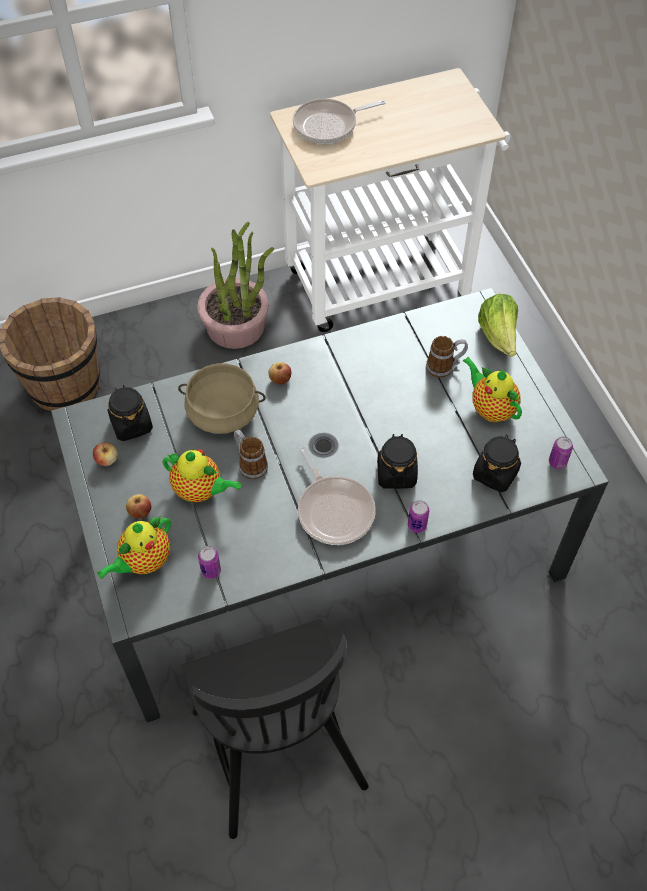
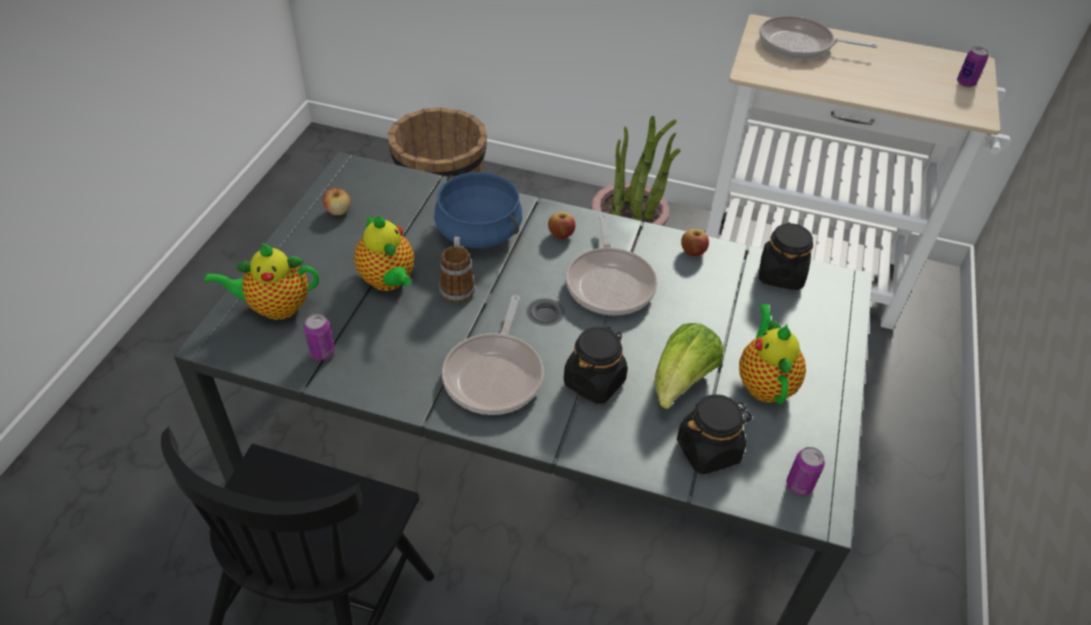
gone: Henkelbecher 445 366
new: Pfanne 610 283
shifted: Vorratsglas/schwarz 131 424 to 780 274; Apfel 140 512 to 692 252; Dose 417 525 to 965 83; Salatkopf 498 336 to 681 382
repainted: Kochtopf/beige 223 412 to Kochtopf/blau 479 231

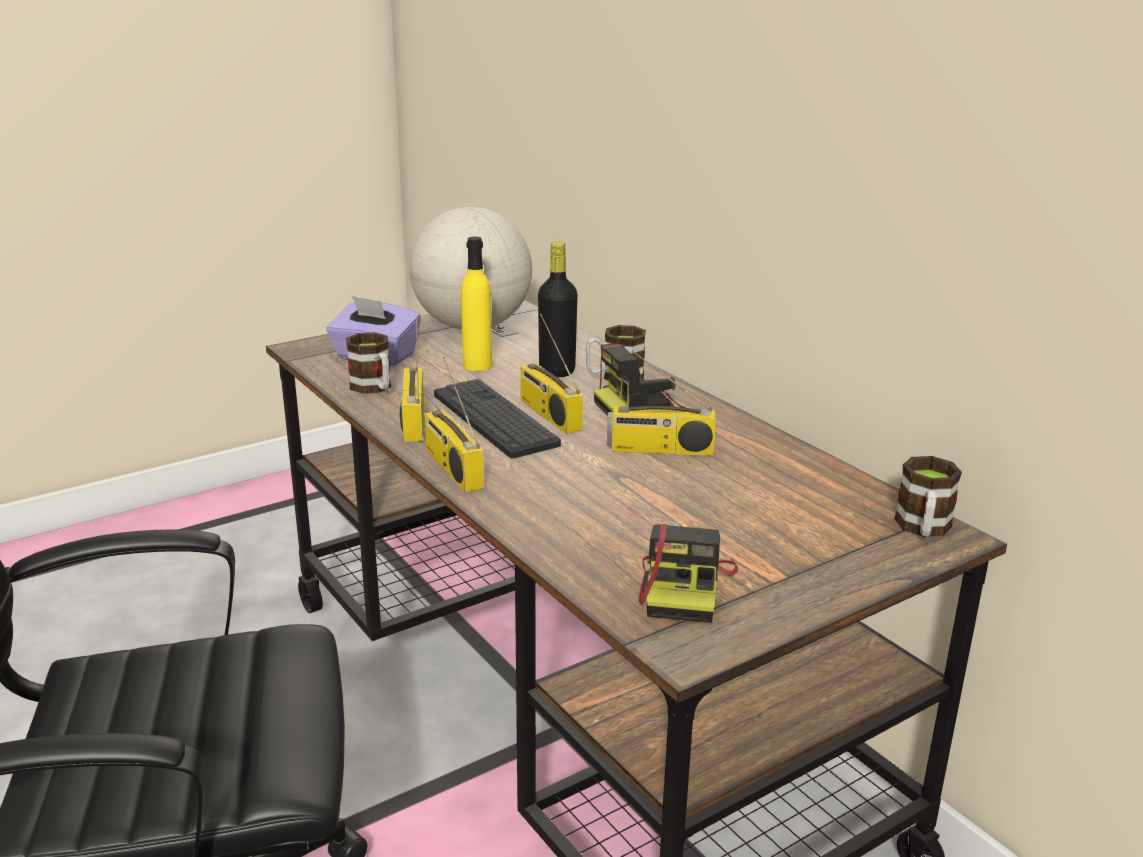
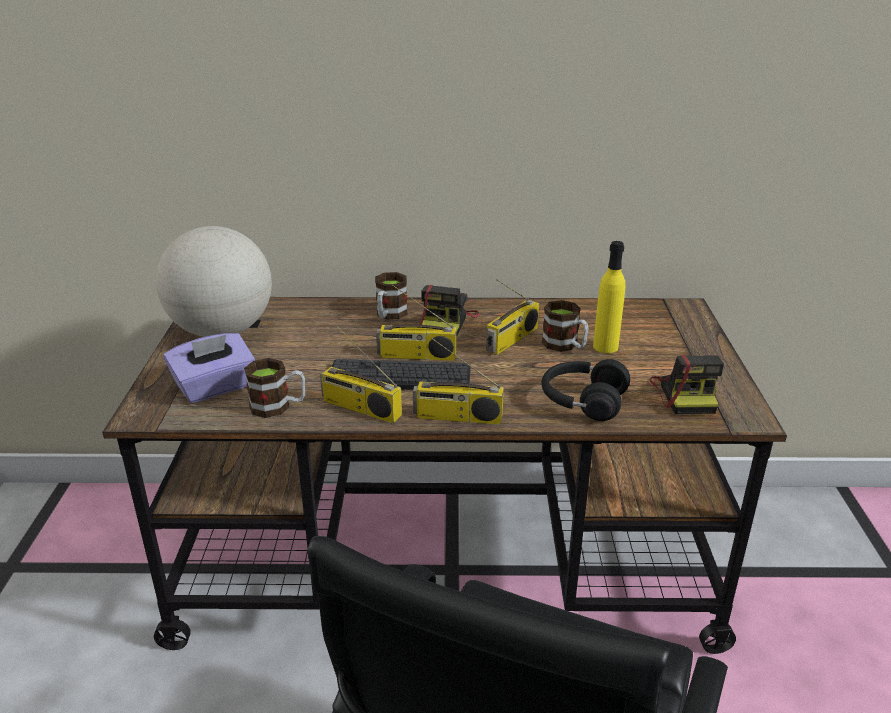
gone: Flasche/schwarz 557 371
new: Kopfhörer/schwarz 581 402
shifted: Flasche/gelb 477 365 to 605 347; Henkelbecher 923 529 to 565 346
rotated: Kamera 685 588 = 685 394 45 degrees clockwise

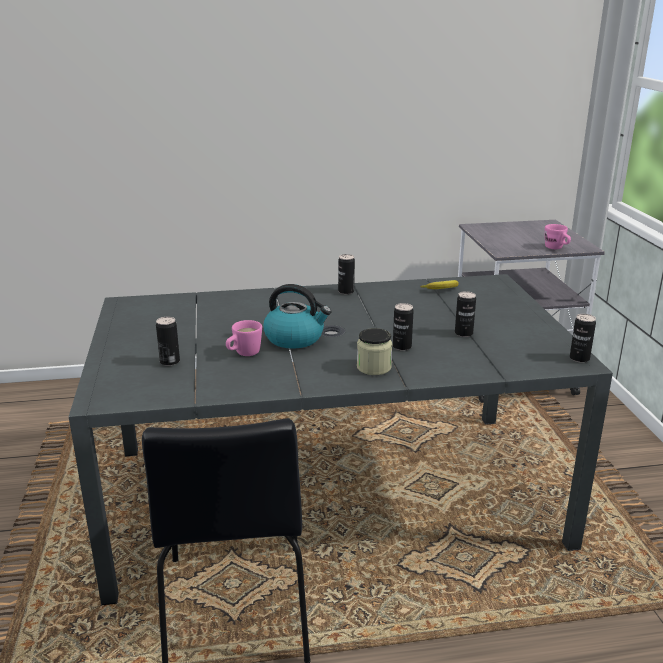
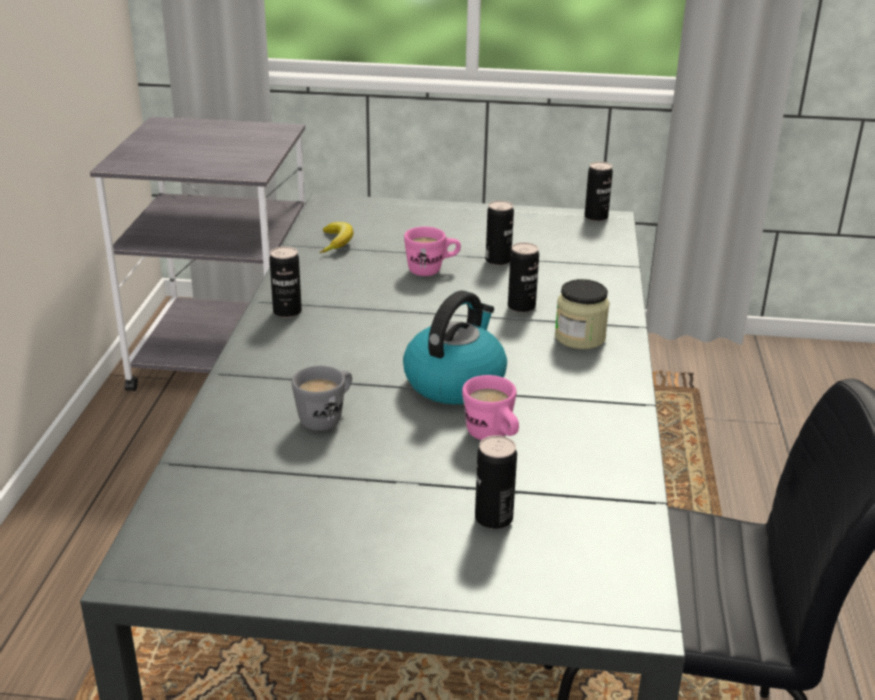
new: Henkelbecher/grau 327 417
shifted: Henkelbecher/rosa 556 248 to 432 270

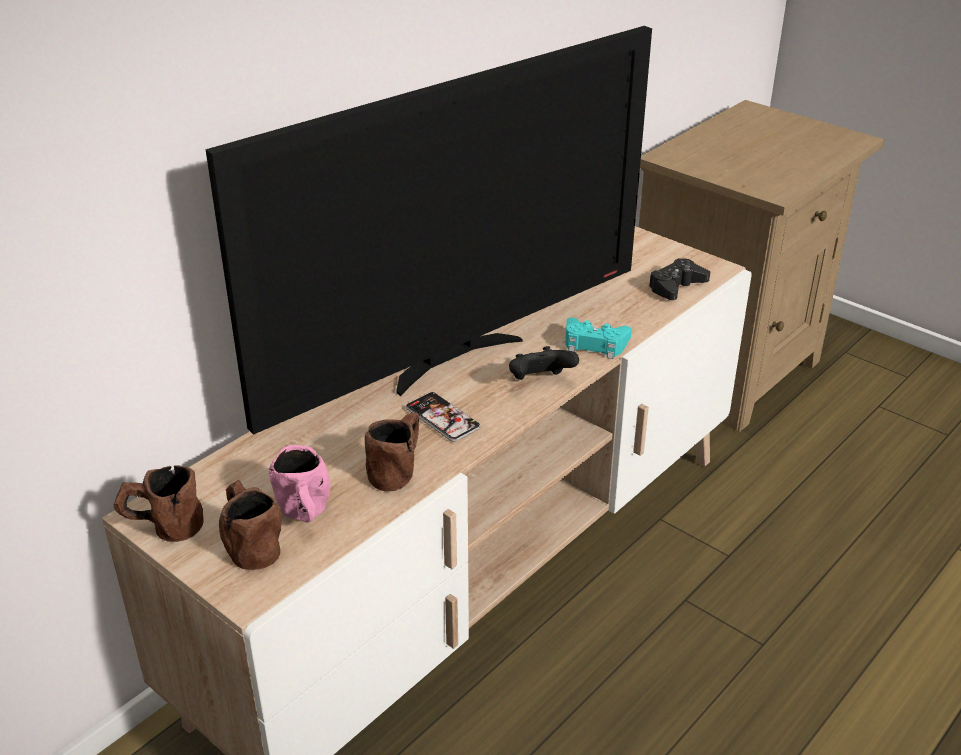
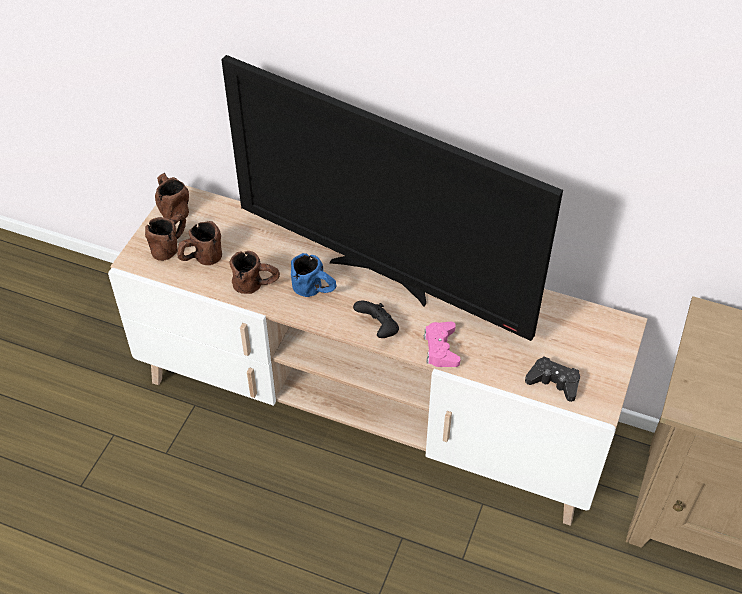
swapped: Handy 442 418 to Henkelbecher/blau 315 290
repainted: Henkelbecher/rosa 306 515 to Henkelbecher/braun 201 259; Gamepad/türkis 595 344 to Gamepad/rosa 441 348

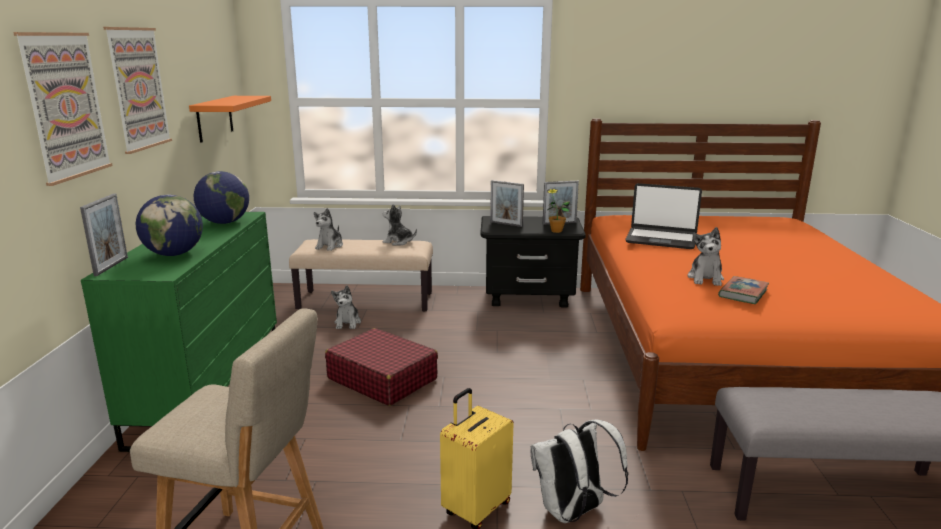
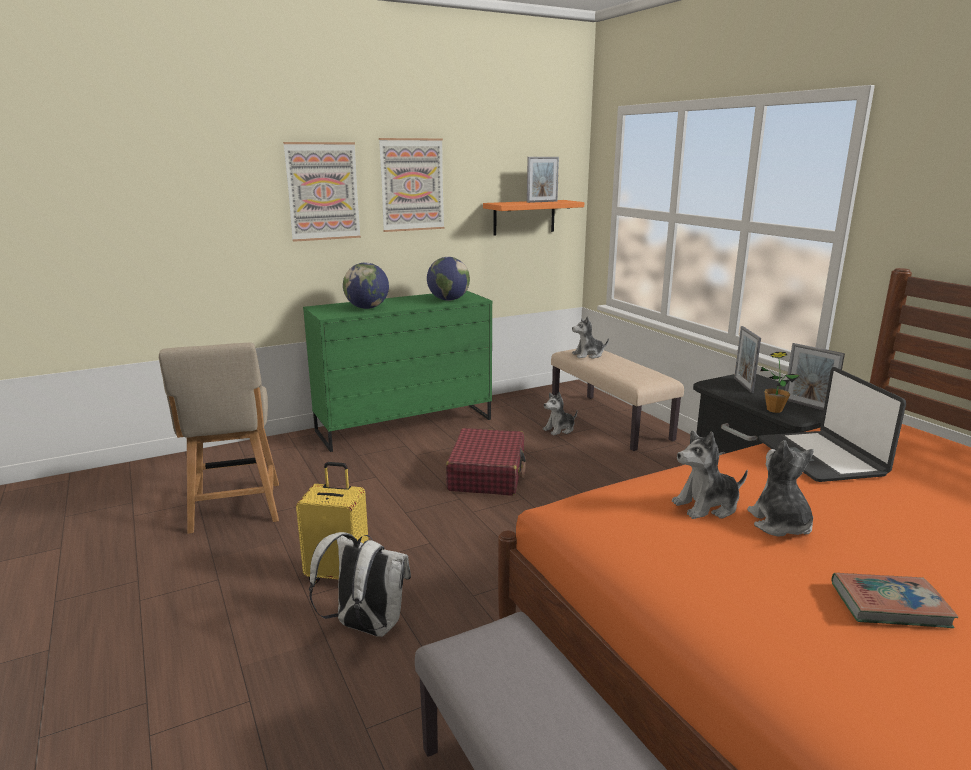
shifted: Bilderrahmen 111 266 to 542 202; Plüschtier 398 242 to 780 524; Buch 743 293 to 889 605

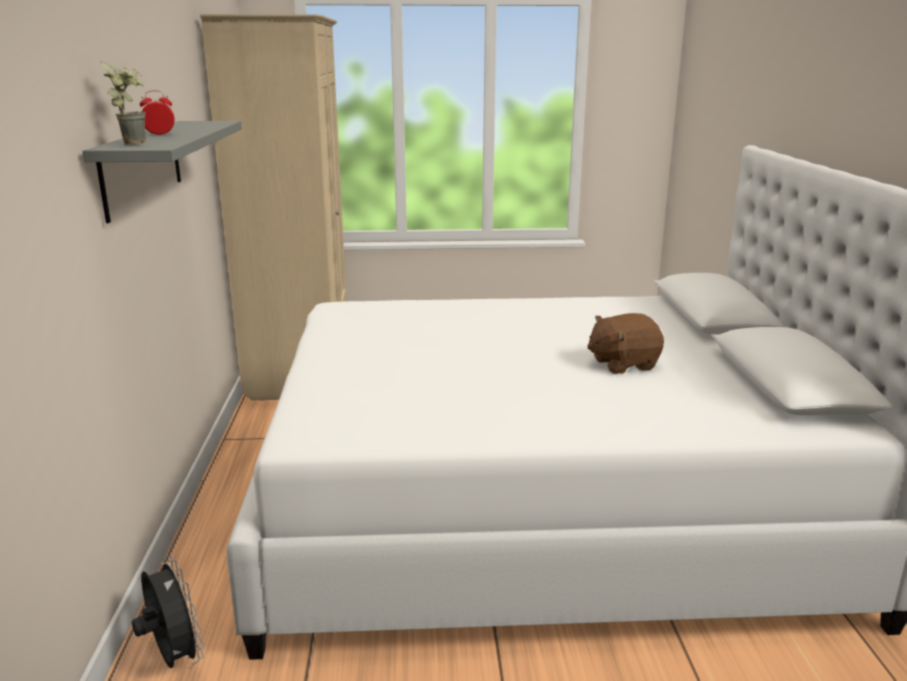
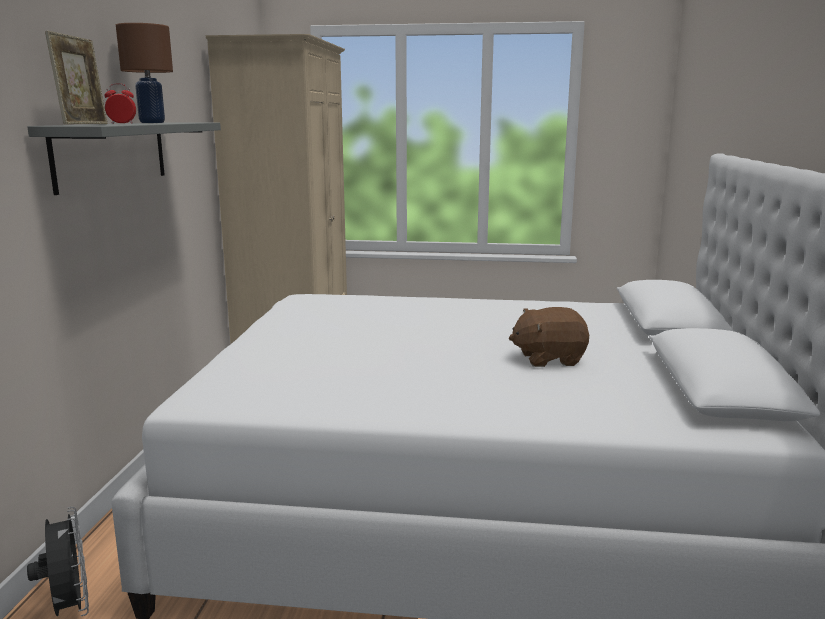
new: Tischlampe/braun 153 122
swapped: Topfpflanze 135 143 to Bilderrahmen 84 124

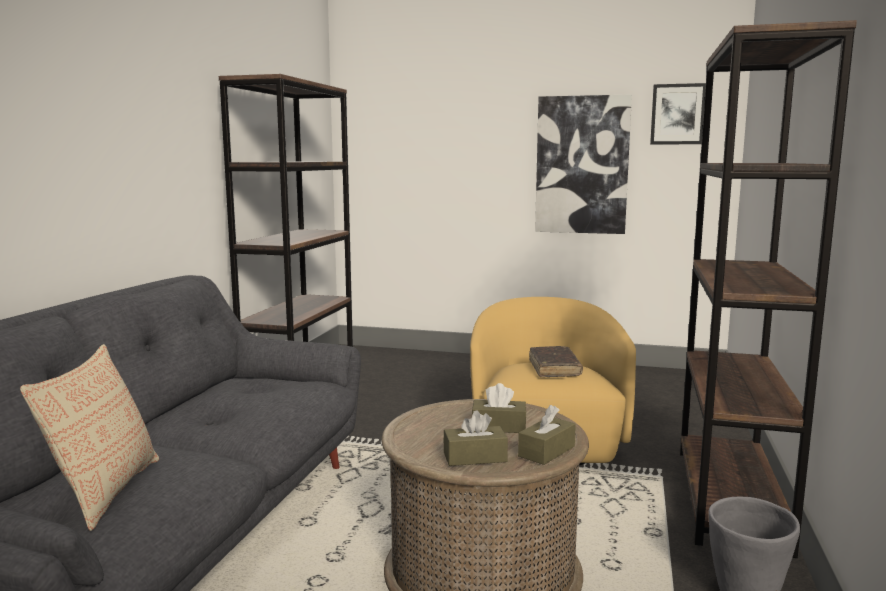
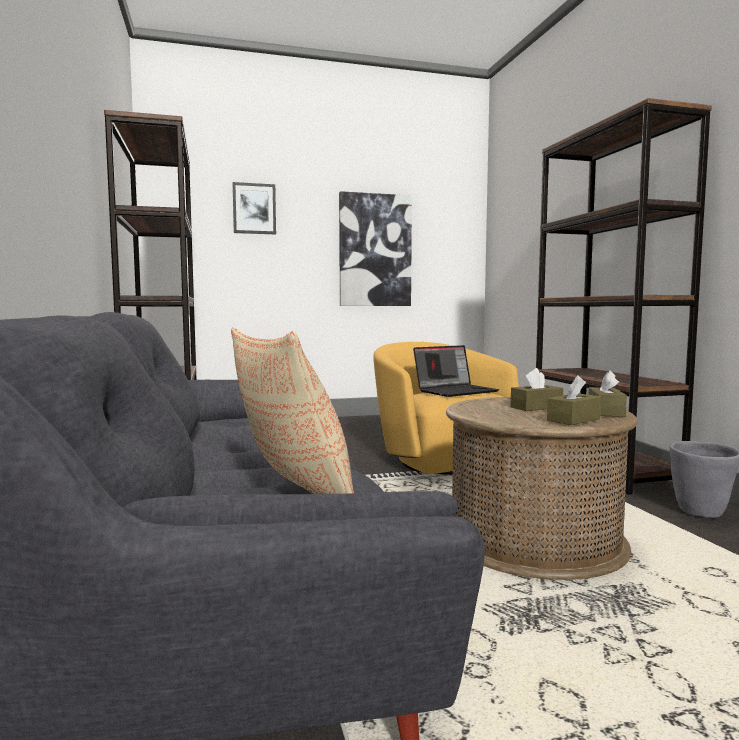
shifted: Bild 677 114 to 254 209
swapped: Buch/braun 554 368 to Laptop 456 391

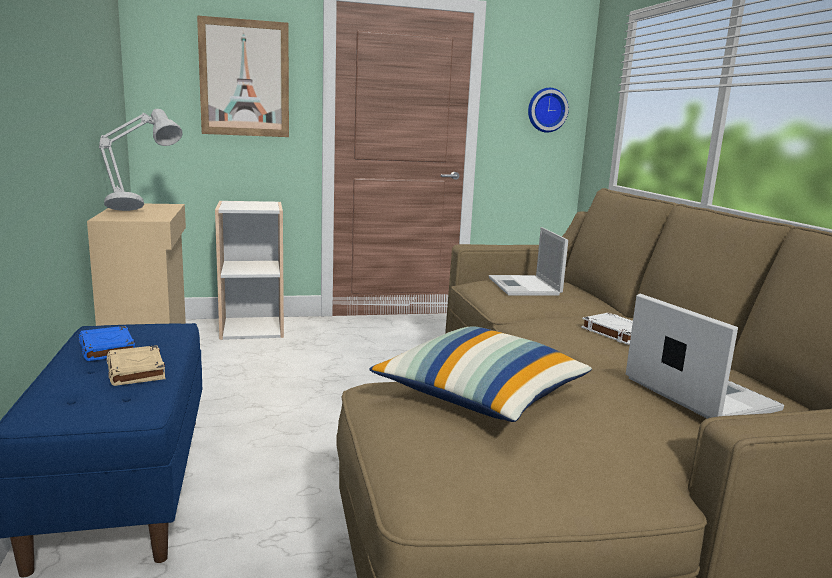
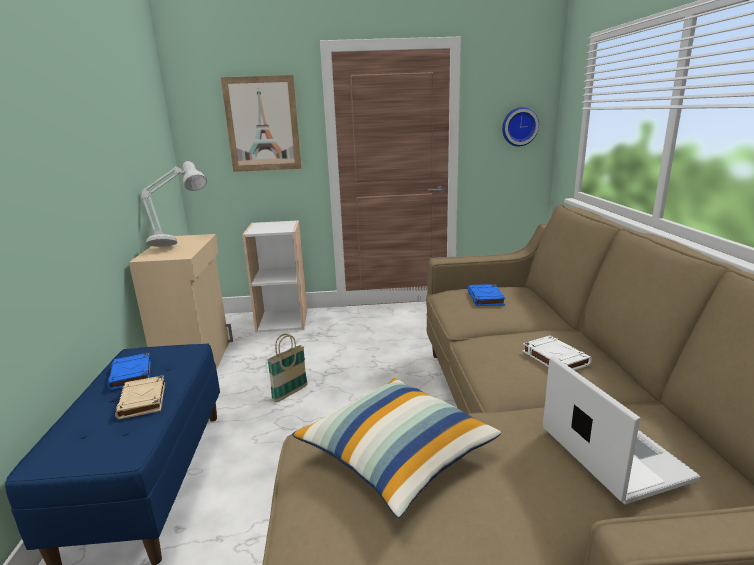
new: Korb 290 393
swapped: Laptop 524 287 to Buch/blau 485 298

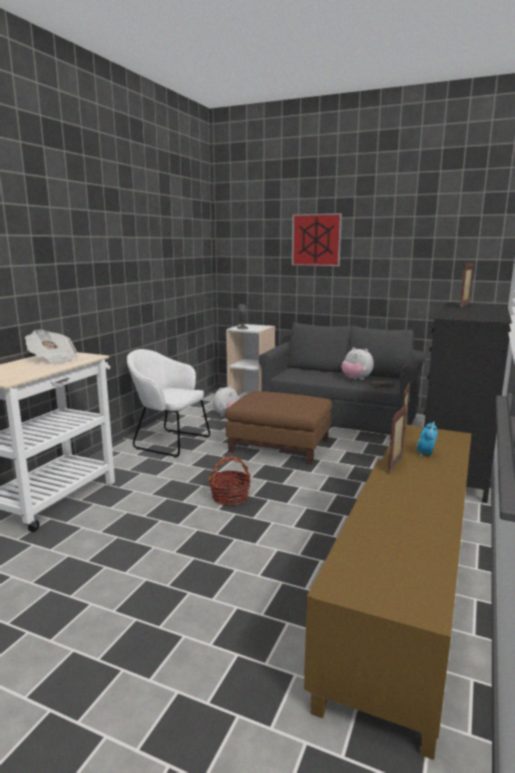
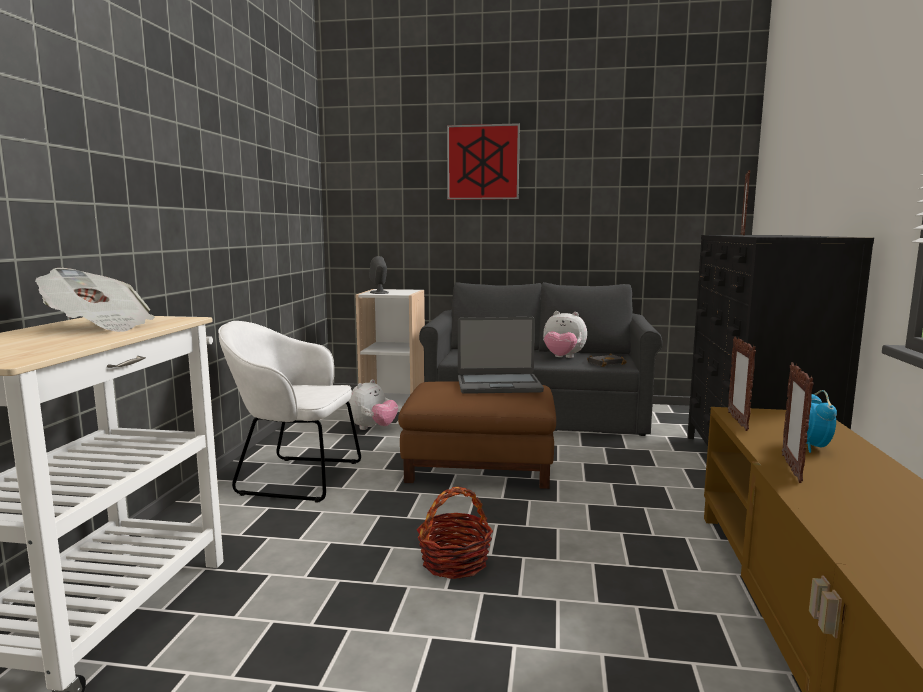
new: Laptop 498 385

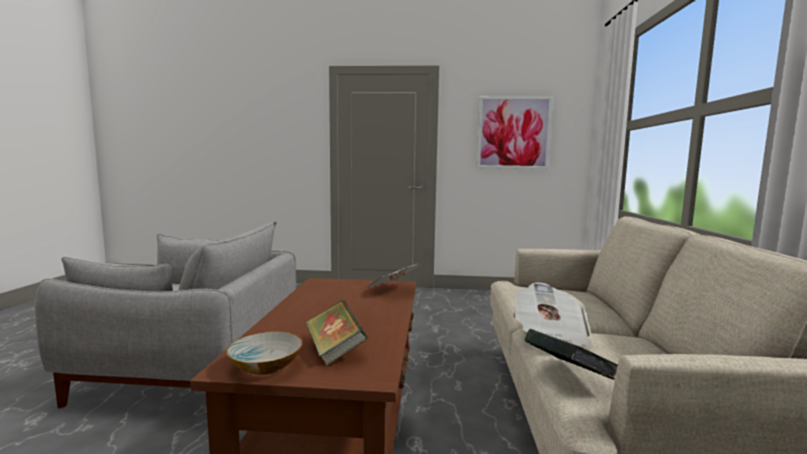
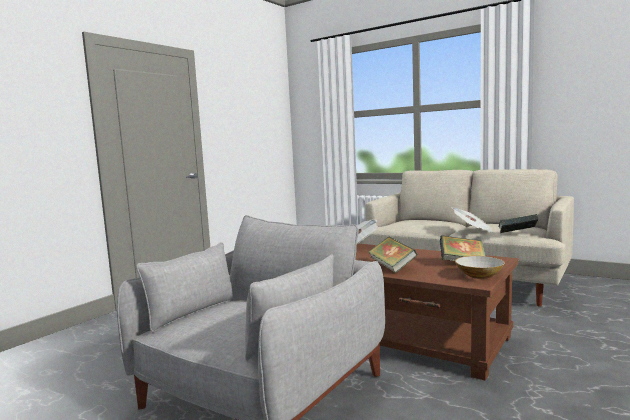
gone: Bild 513 133
new: Buch 392 267

